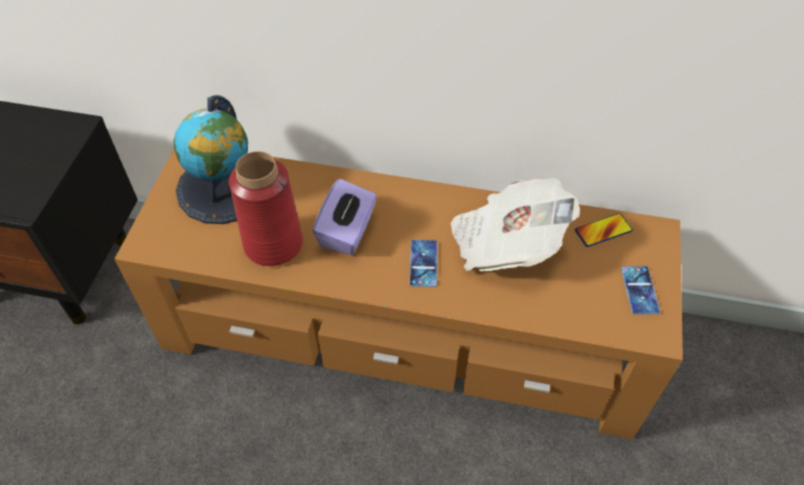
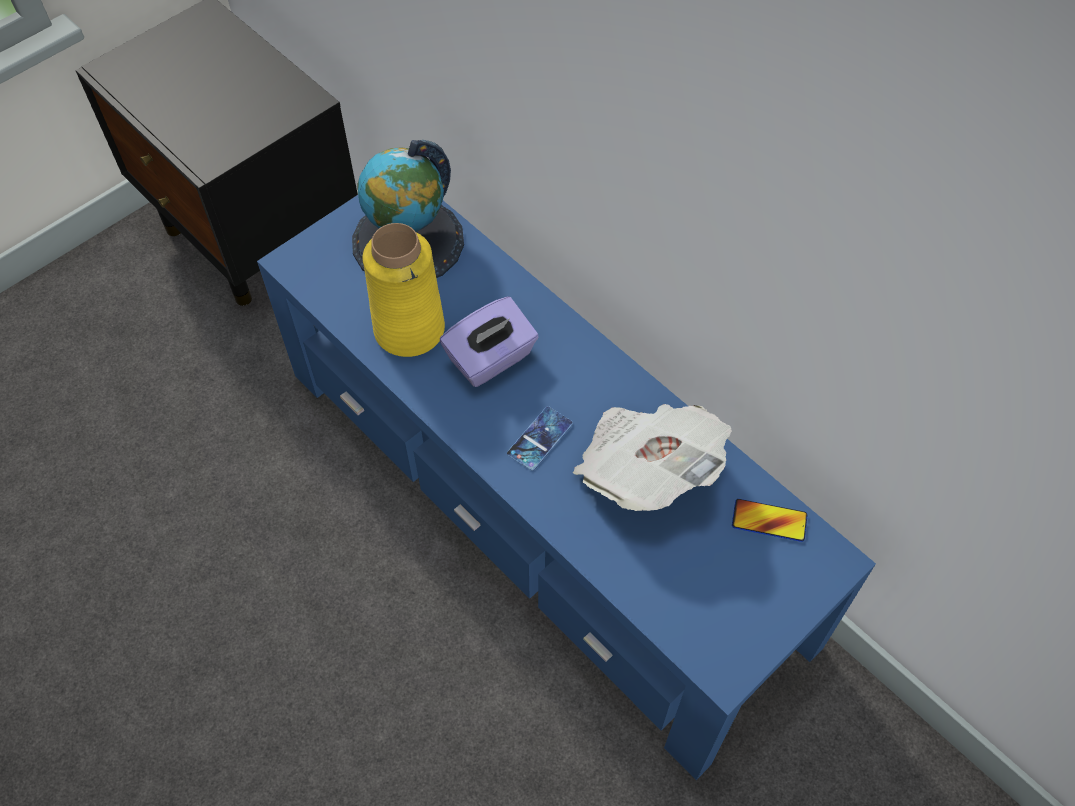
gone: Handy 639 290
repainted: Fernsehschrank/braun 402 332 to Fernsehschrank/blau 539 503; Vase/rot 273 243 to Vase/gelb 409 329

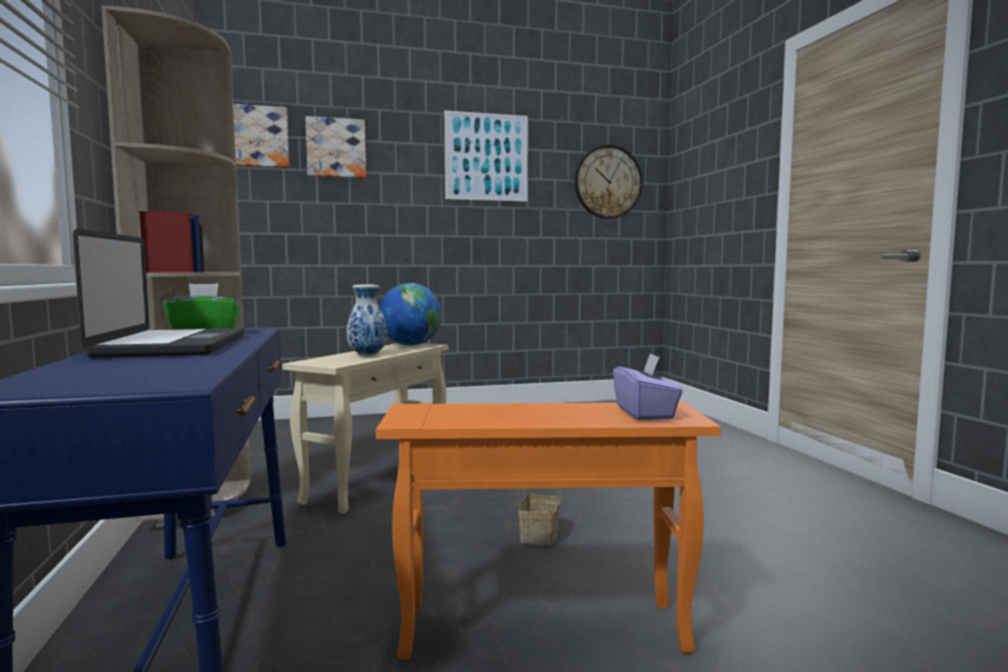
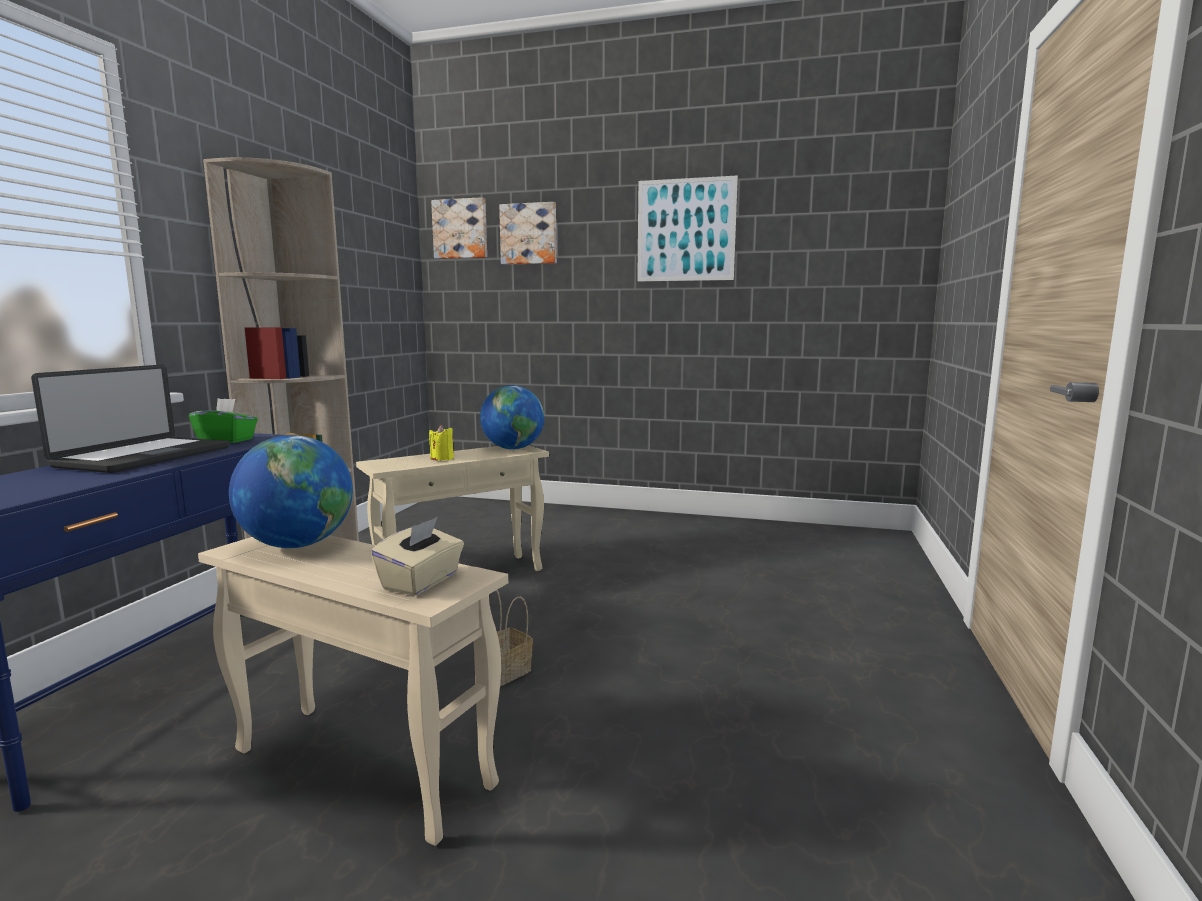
gone: Wanduhr 608 182
new: Globus 297 545
swapped: Vase 367 355 to Kerze/gelb 442 458
repainted: Beistelltisch/orange 542 630 to Beistelltisch/beige 362 768; Taschentuchbox/lila 645 413 to Taschentuchbox/beige 421 582

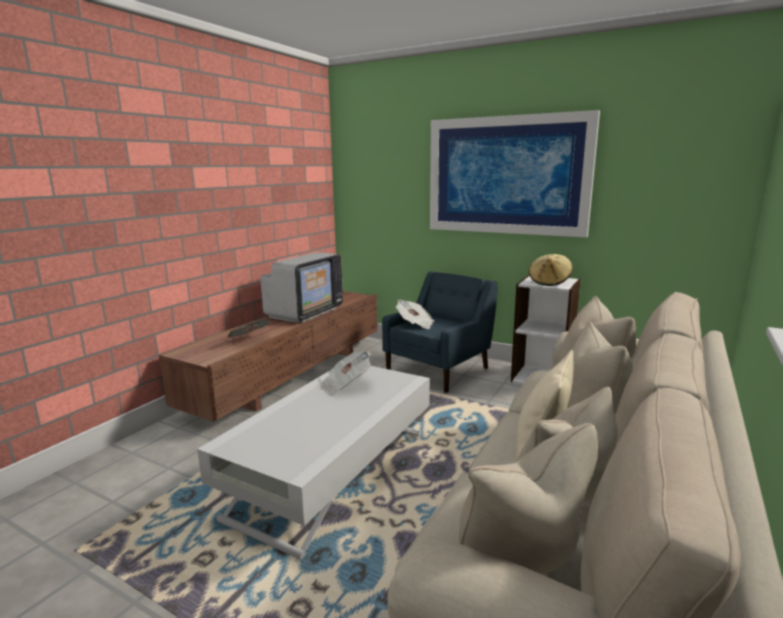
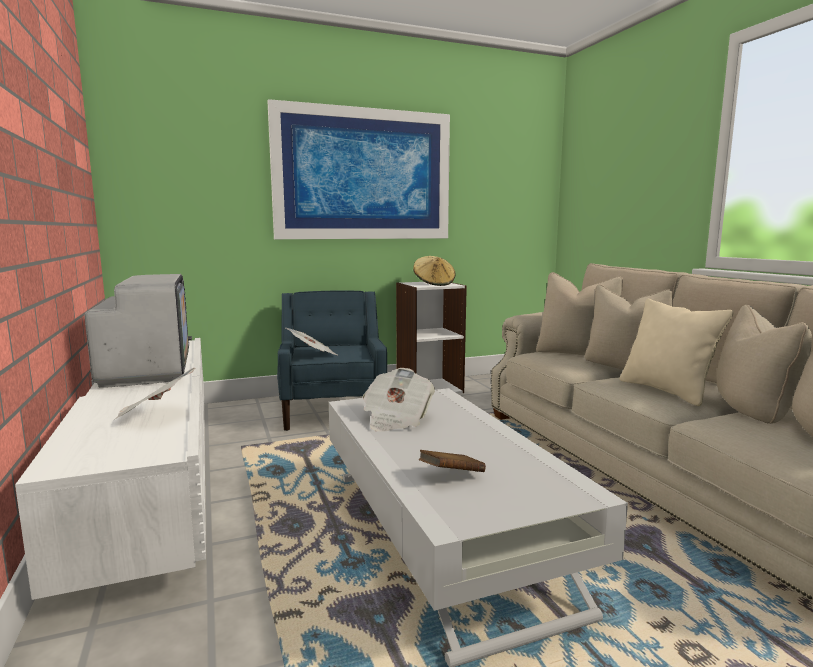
new: Buch/braun 451 475
repainted: Fernsehschrank/braun 291 374 to Fernsehschrank/weiß 152 477

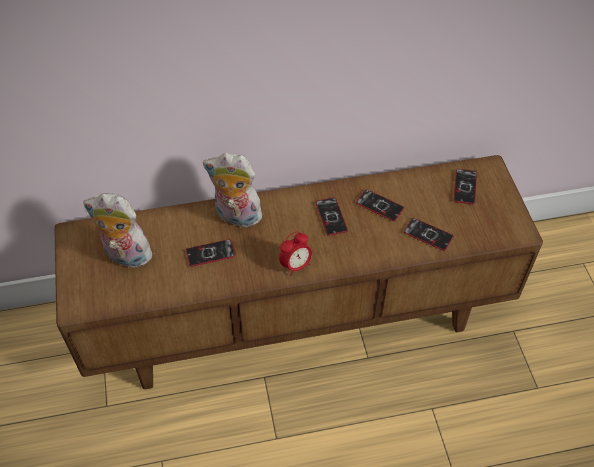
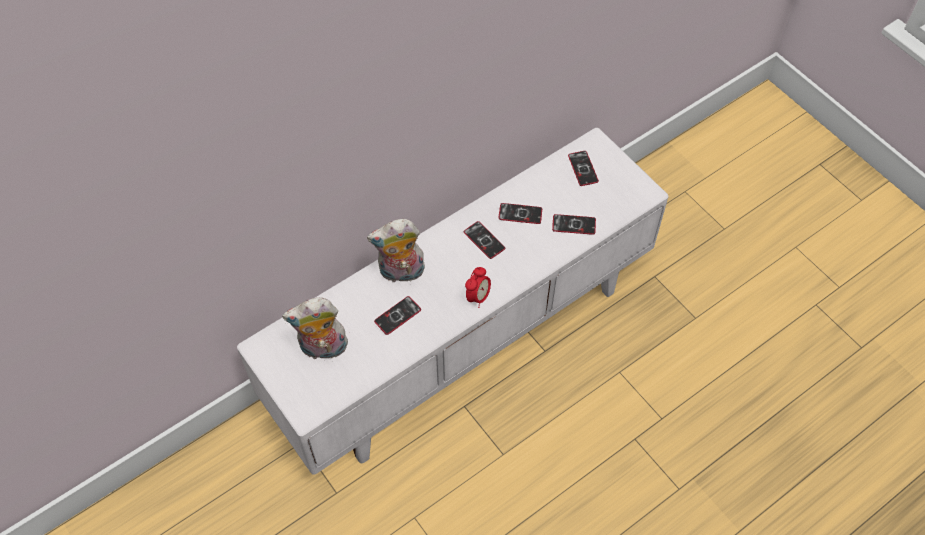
repainted: Fernsehschrank/braun 298 310 to Fernsehschrank/weiß 462 333

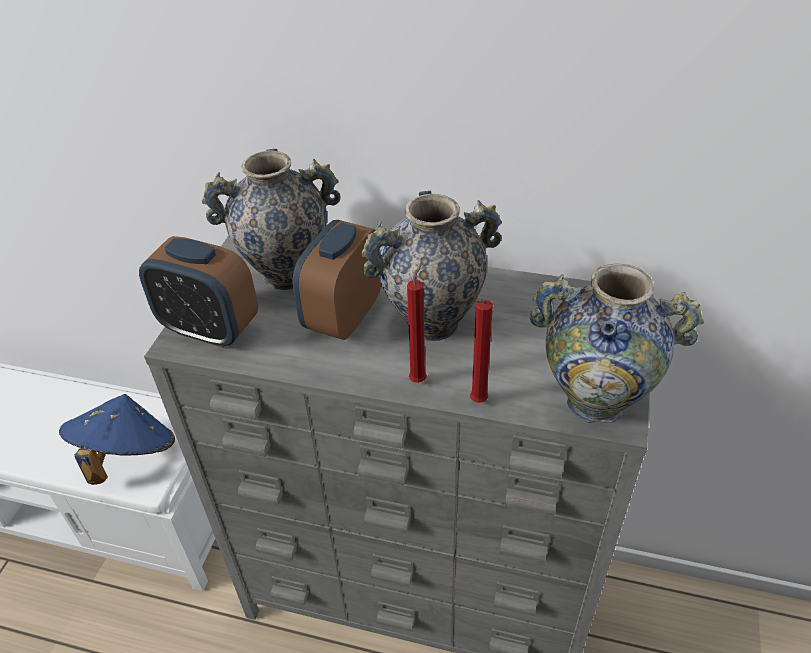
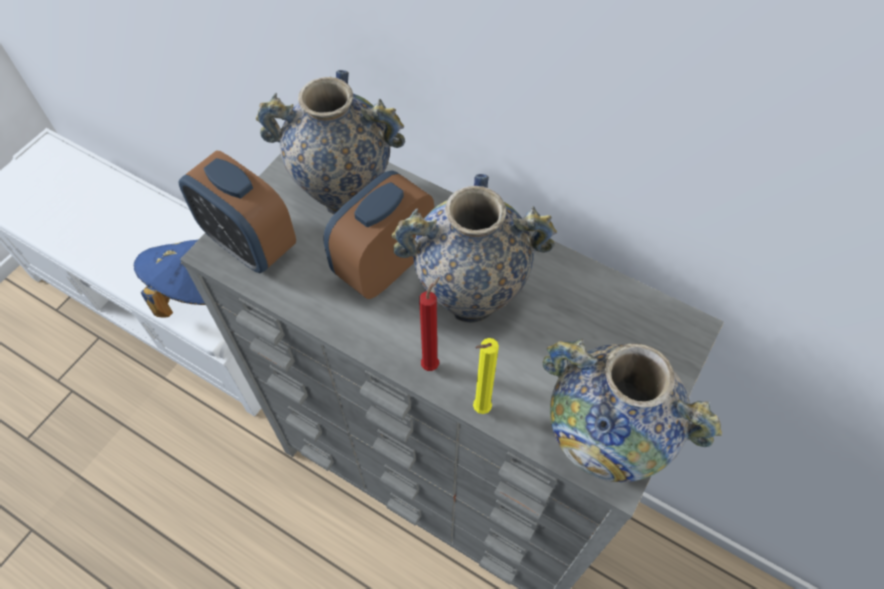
repainted: Kerze/rot 476 402 to Kerze/gelb 479 409

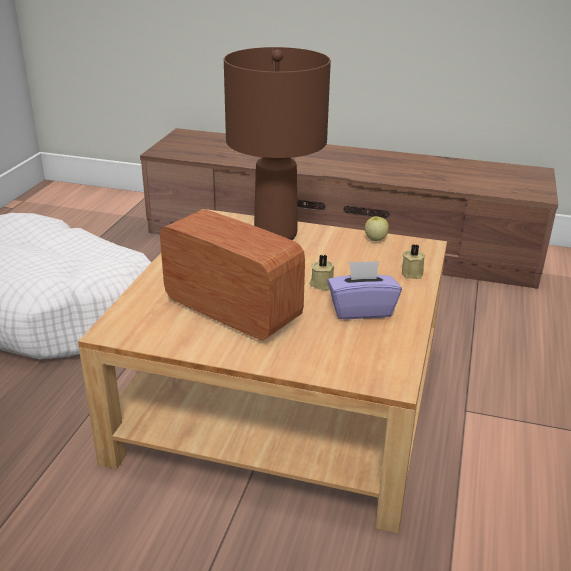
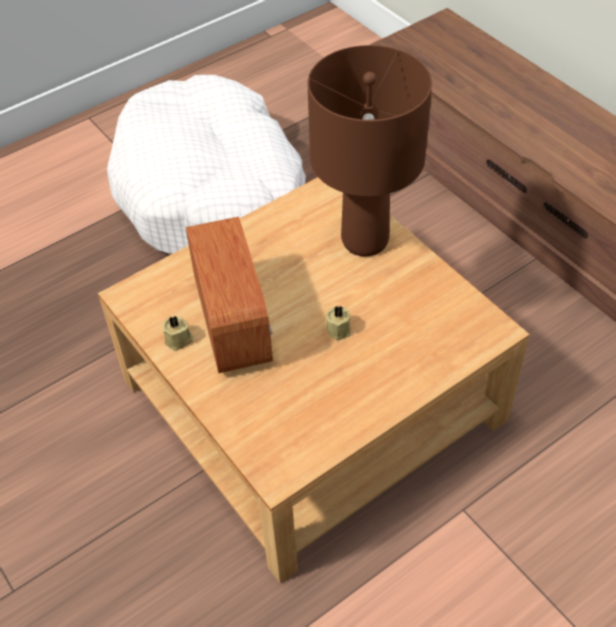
gone: Taschentuchbox/lila 361 310; Apfel 375 239
shifted: Kerze/beige 413 273 to 179 340

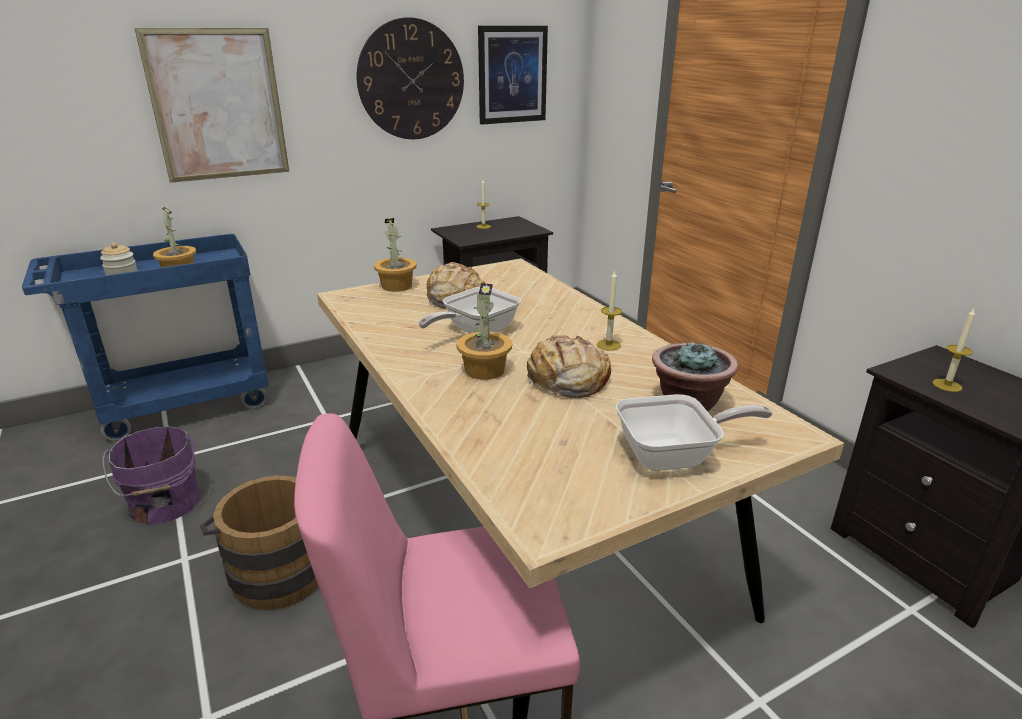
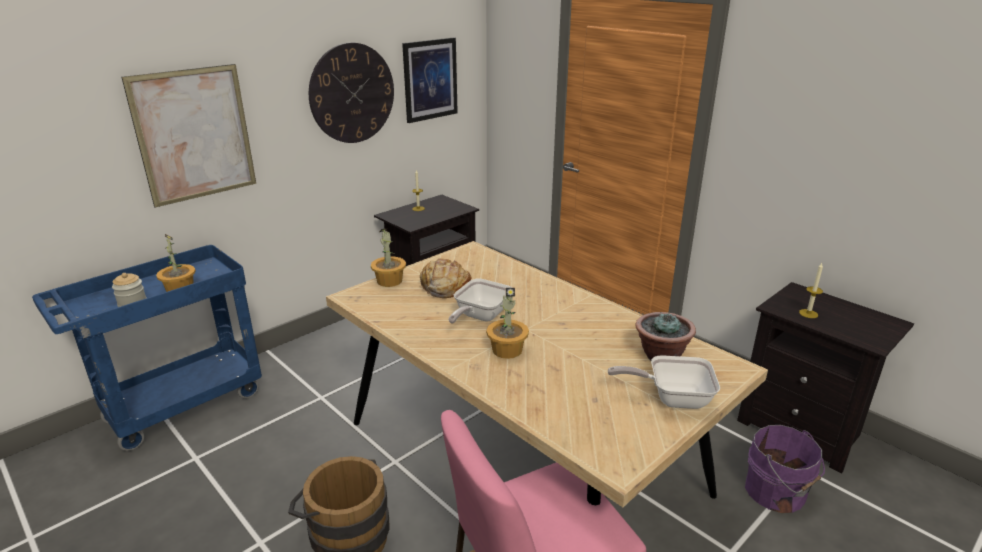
gone: Brot 567 380; Kerze 608 345
shifted: Eimer/lila 165 504 to 777 493
rotated: Pfanne 674 456 = 671 398 150 degrees counterclockwise

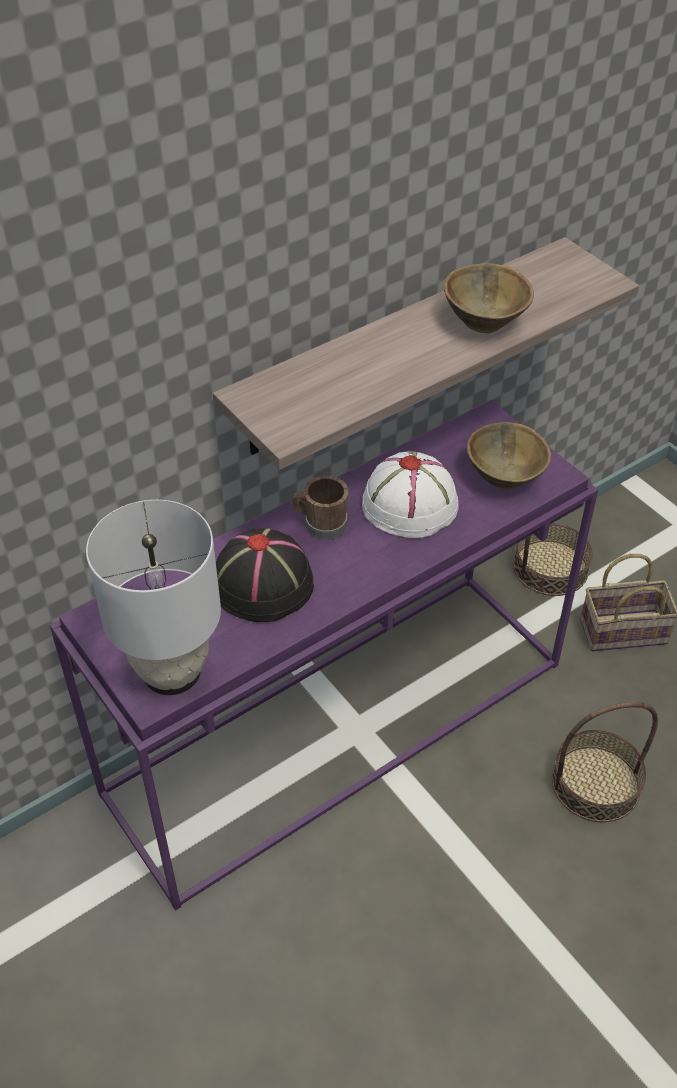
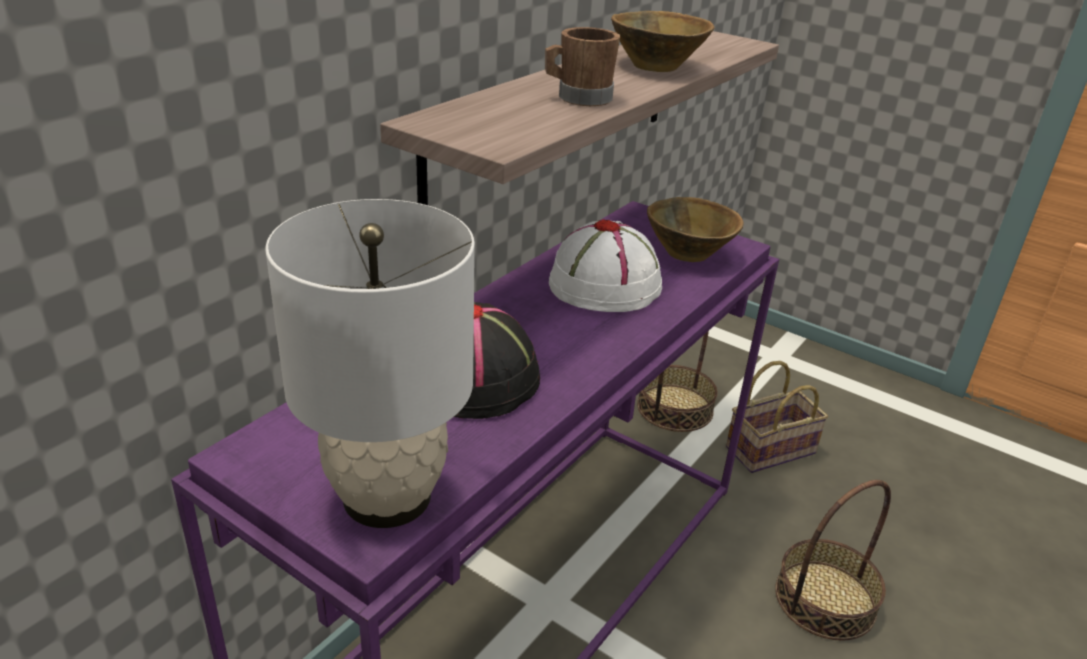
shifted: Henkelbecher/braun 321 524 to 578 98

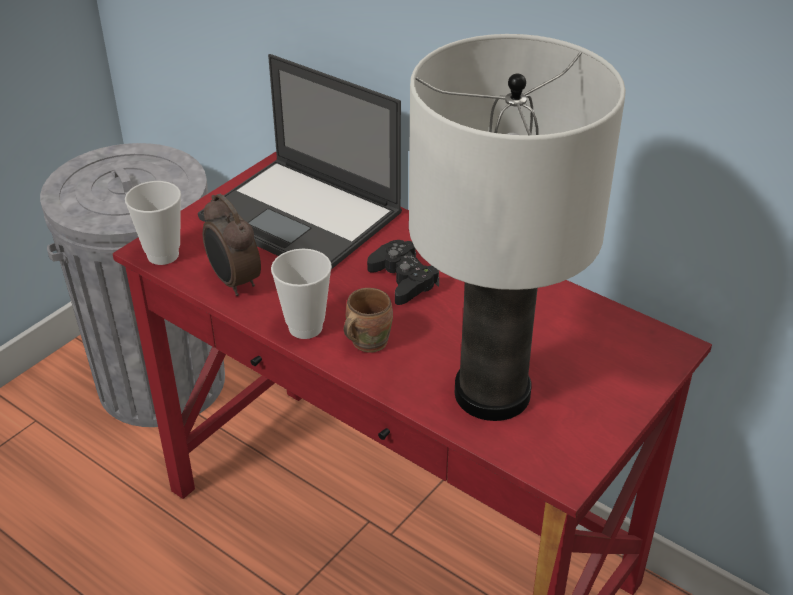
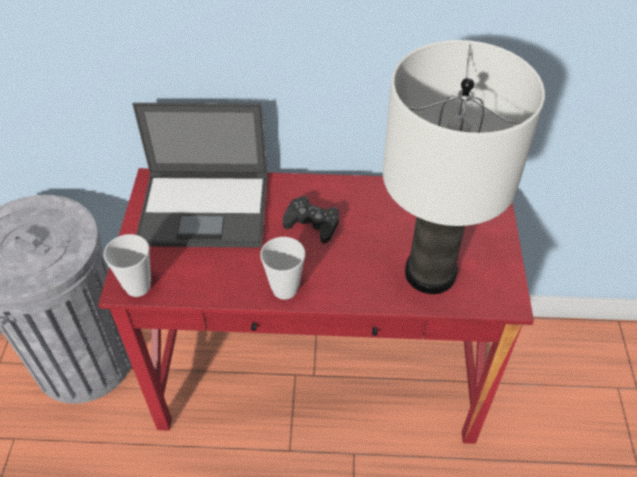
gone: Wecker 234 282; Henkelbecher/braun 366 341

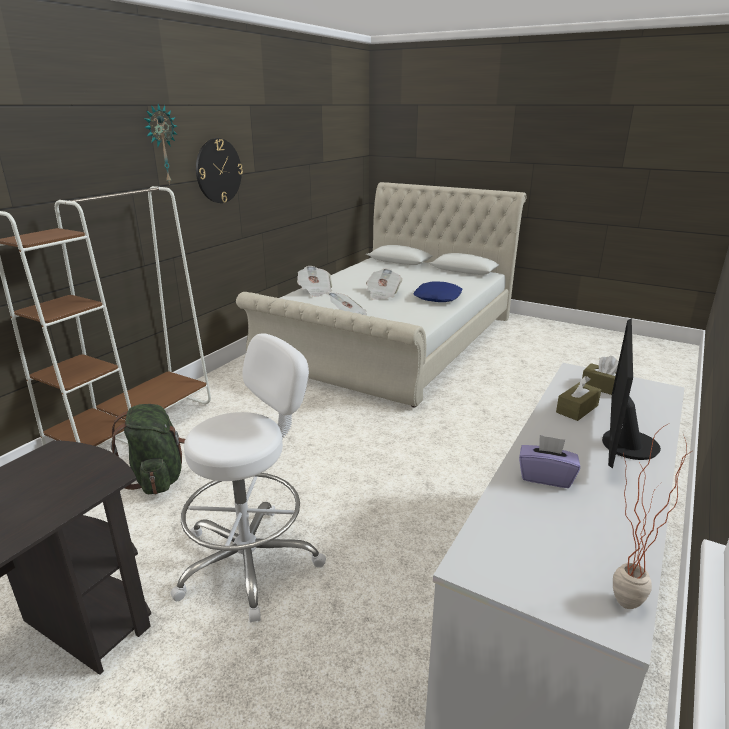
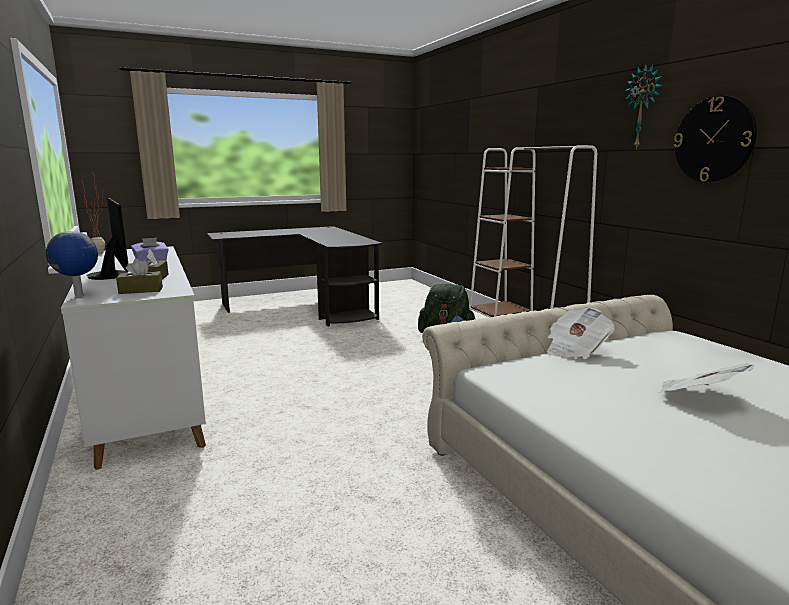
gone: Hocker/weiß 250 560; Zeitung 315 291; Kissen/blau 438 297
new: Globus 79 296

